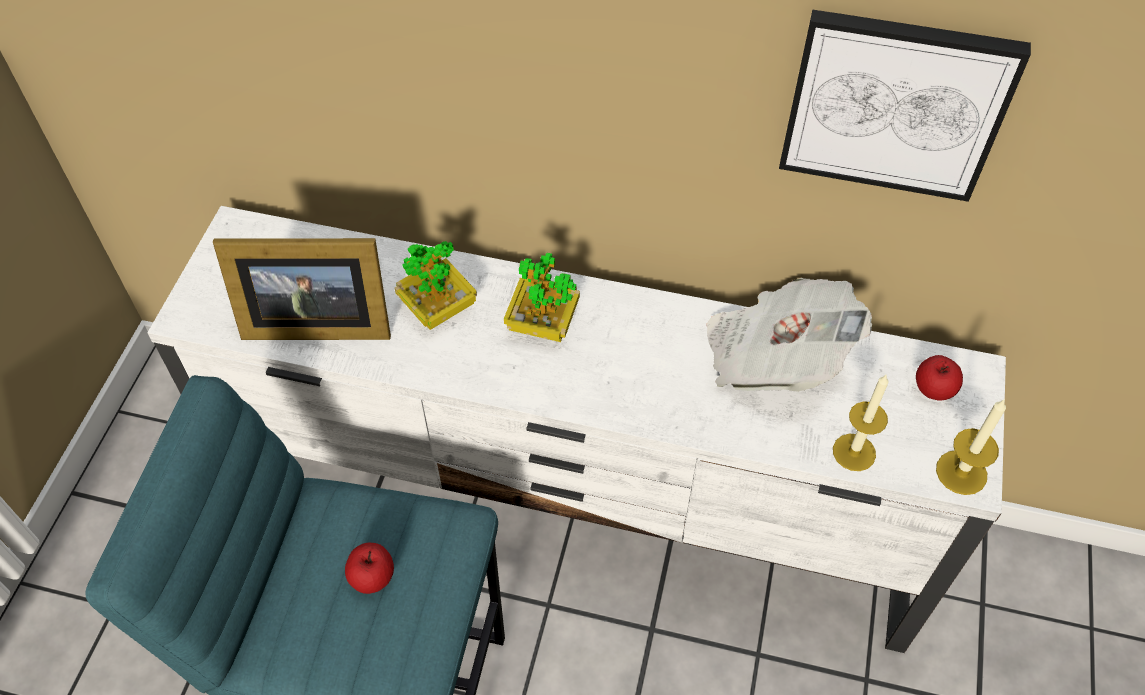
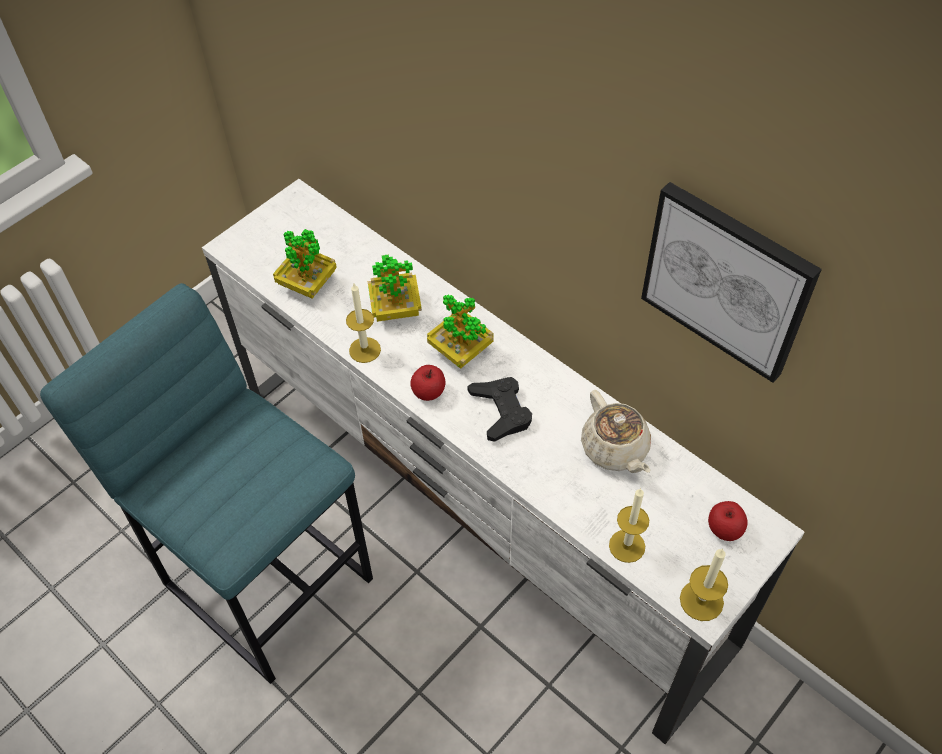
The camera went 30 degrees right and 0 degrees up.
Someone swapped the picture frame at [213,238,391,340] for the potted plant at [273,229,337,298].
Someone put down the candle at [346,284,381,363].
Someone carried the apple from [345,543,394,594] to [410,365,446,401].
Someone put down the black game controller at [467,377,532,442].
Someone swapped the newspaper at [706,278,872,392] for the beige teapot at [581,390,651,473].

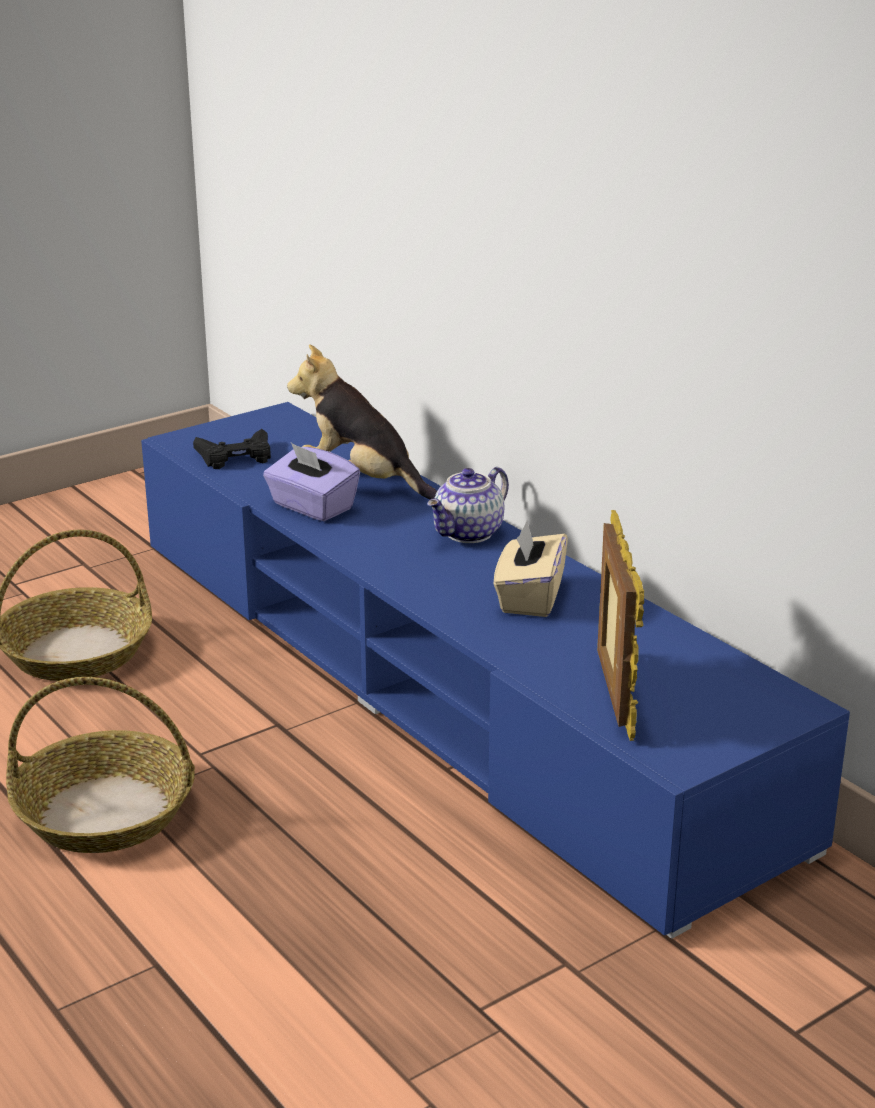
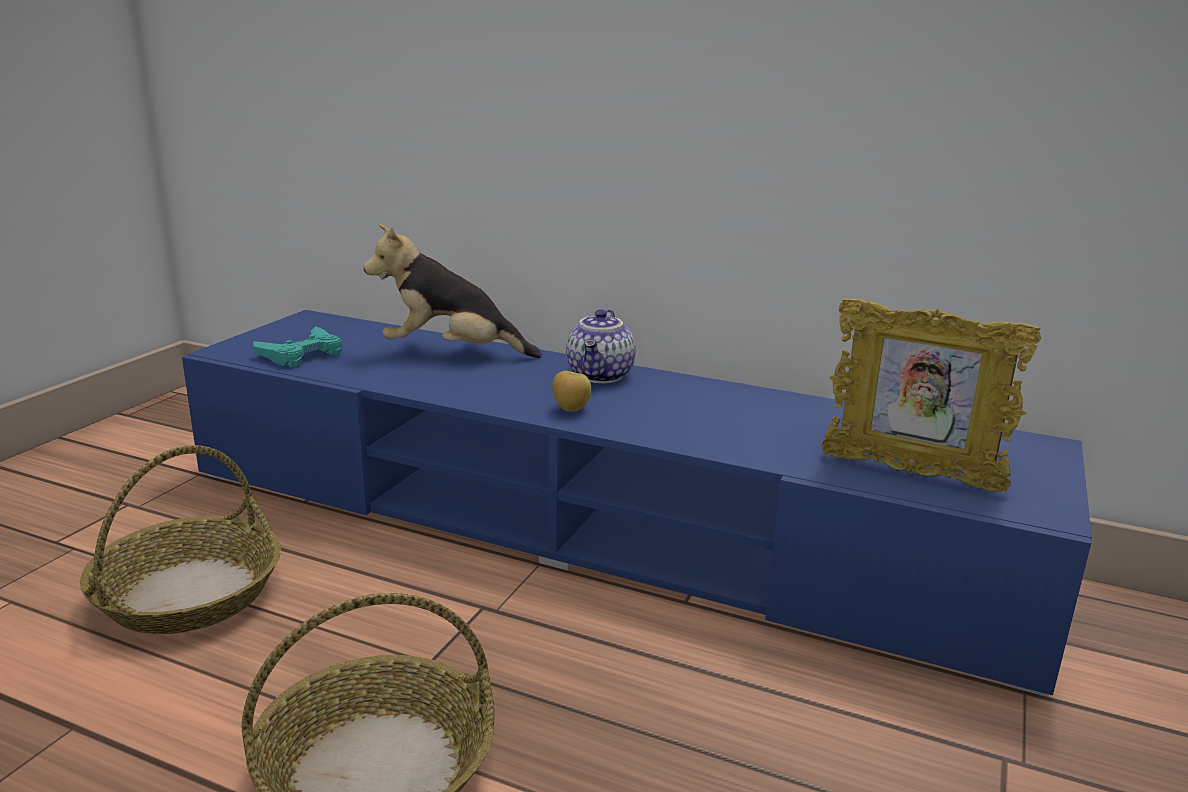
The camera went 30 degrees left and 5 degrees down.
Someone repainted the black game controller at [193,429,271,469], which became the turquoise game controller at [254,326,342,368].
Someone put down the apple at [552,371,591,412].
Someone rotated the picture frame at [597,510,644,741] by 150 degrees clockwise.
Someone took away the purple tissue box at [263,443,360,521].
Someone took away the beige tissue box at [494,521,568,617].

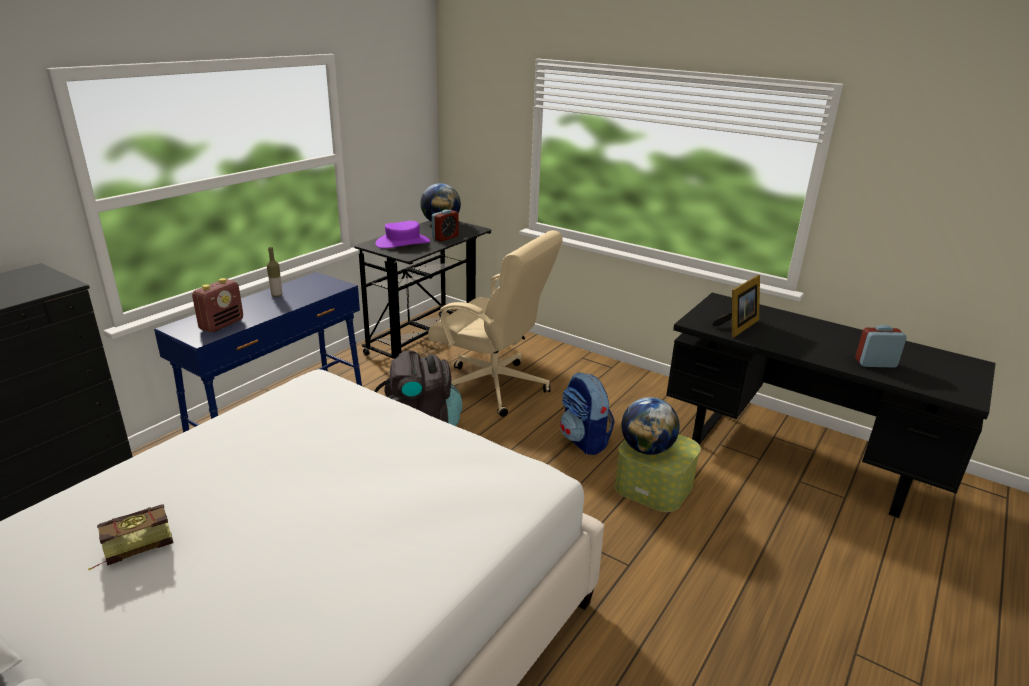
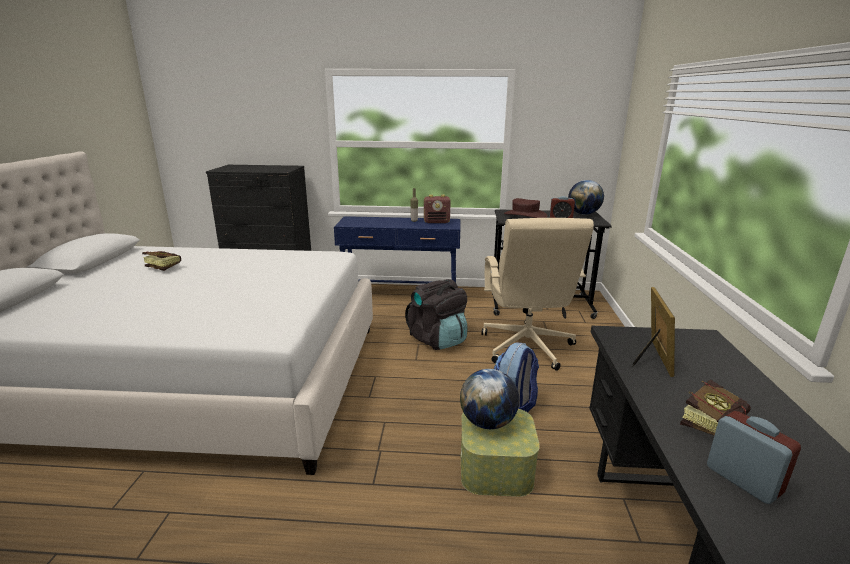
The camera went 60 degrees right and 5 degrees down.
Someone carried the radio from [192,278,243,332] to [424,195,451,223].
Someone repainted the purple hat at [375,221,430,248], which became the brown hat at [504,198,547,218].
Someone rotated the picture frame at [712,275,760,338] by 90 degrees counterclockwise.
Someone put down the book at [680,379,751,435].

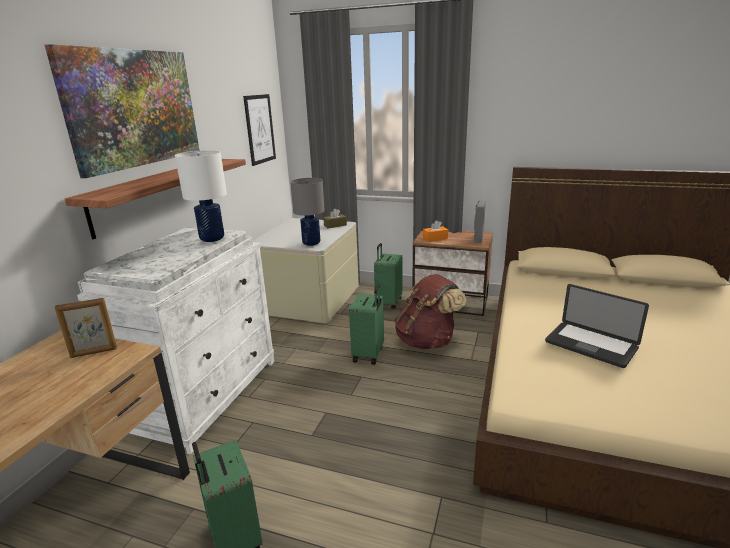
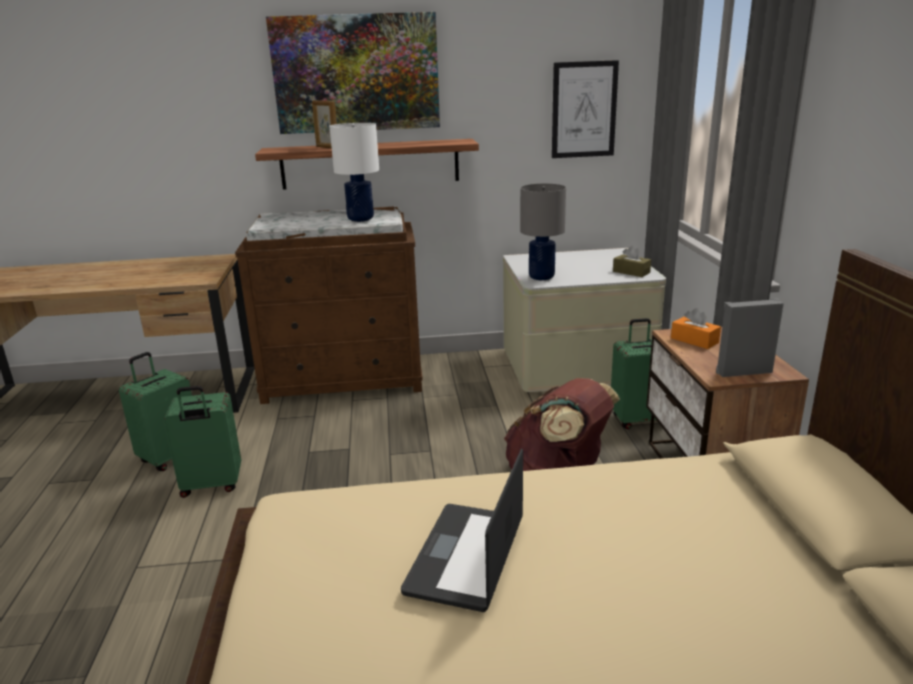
The camera went 65 degrees right and 0 degrees up.
Someone carried the green suitcase from [349,284,384,365] to [164,386,241,498].
Someone repainted the white dresser at [77,227,274,454], which became the brown dresser at [235,206,423,404].
Someone carried the picture frame from [55,298,117,358] to [312,100,337,149].

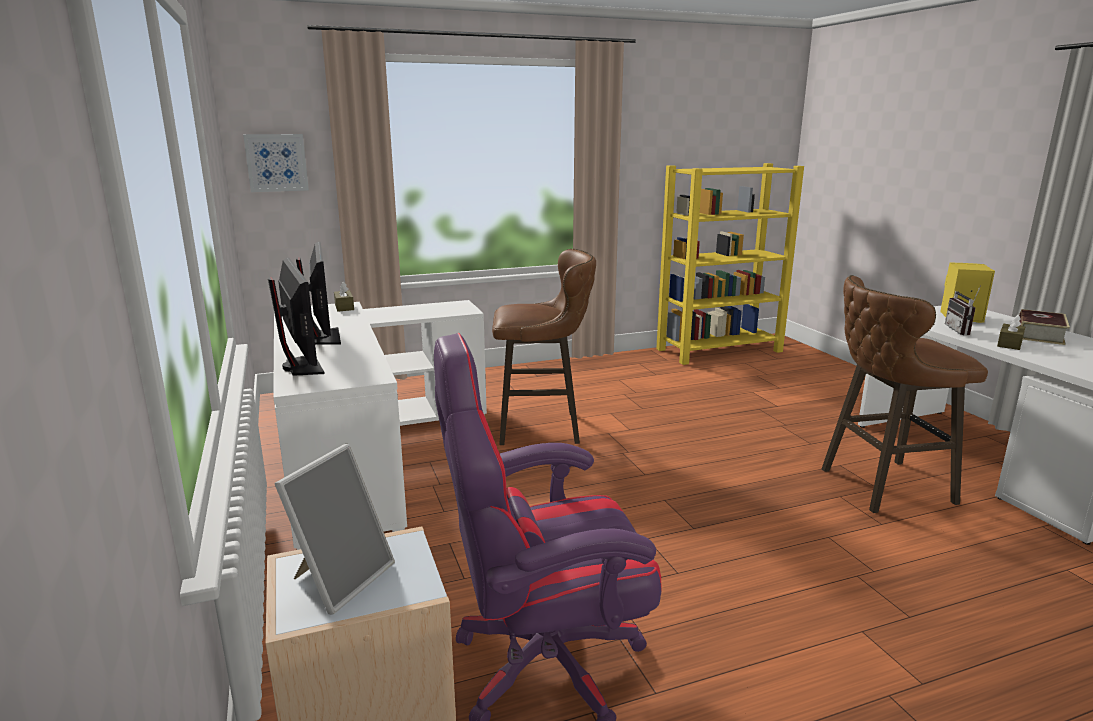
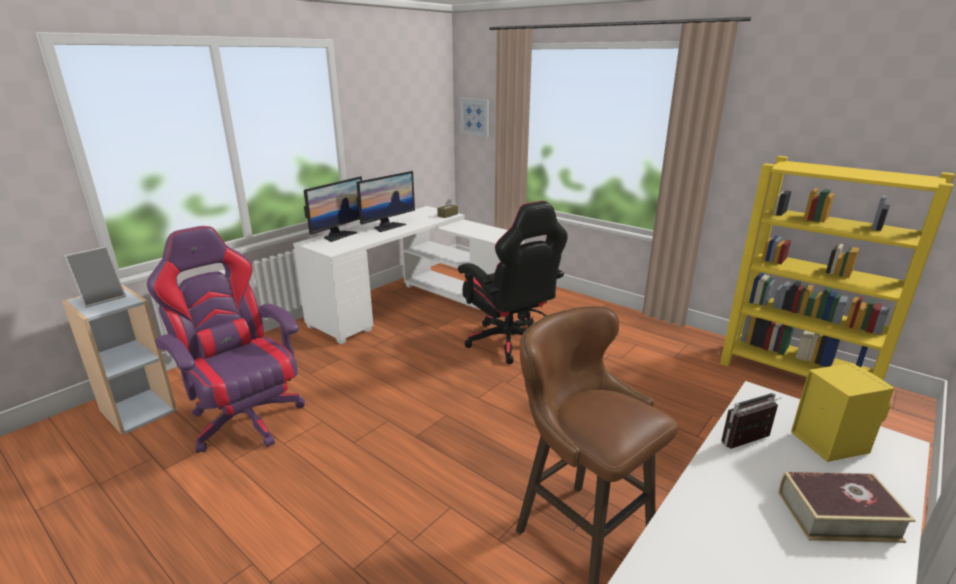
The camera went 60 degrees right and 5 degrees up.
Someone rotated the picture frame at [275,444,395,615] by 45 degrees counterclockwise.
Someone swapped the brown stool at [492,249,596,445] for the black office chair at [458,201,568,364].
Someone took away the brown tissue box at [997,315,1025,350].

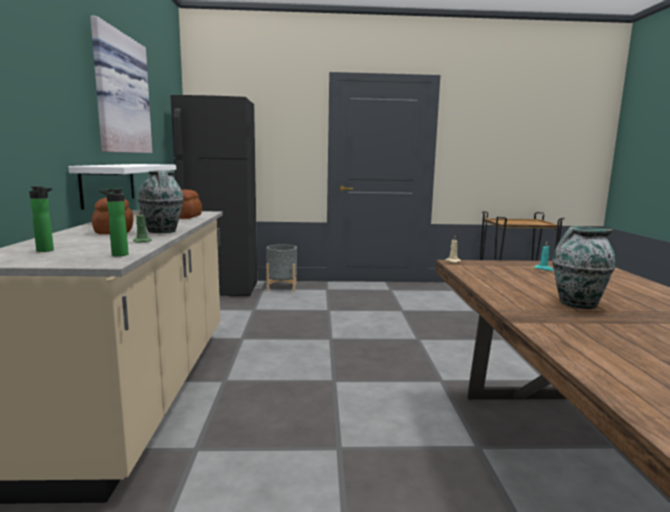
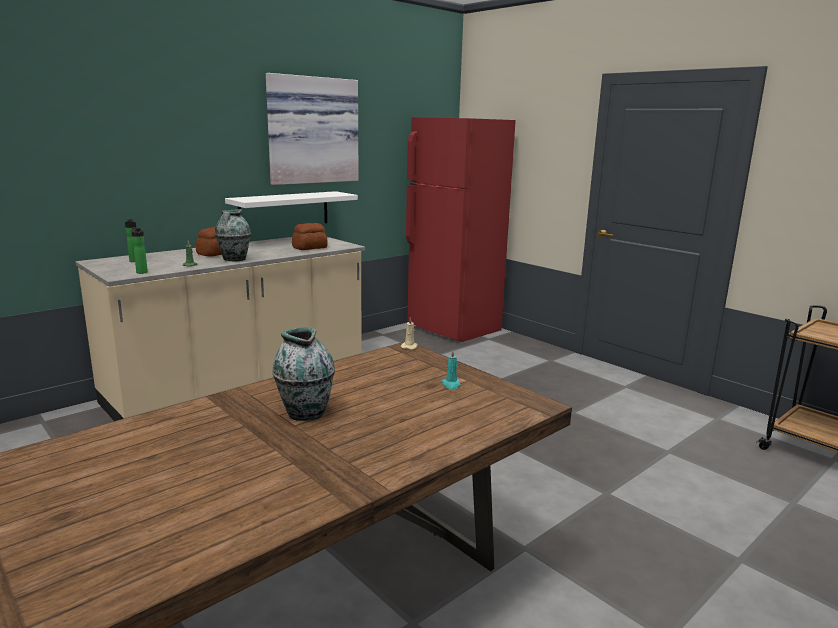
The camera went 50 degrees right and 5 degrees up.
Someone repainted the black fridge at [170,95,257,296], which became the red fridge at [406,118,516,342].
Someone took away the grey planter at [266,245,297,292].

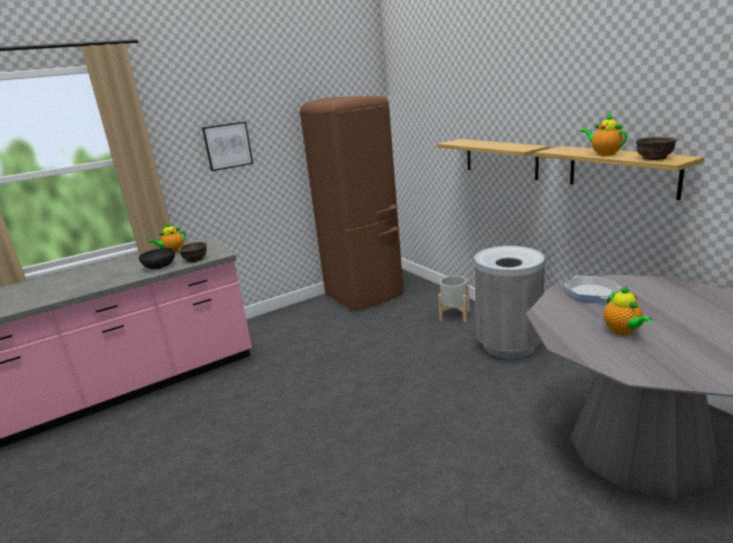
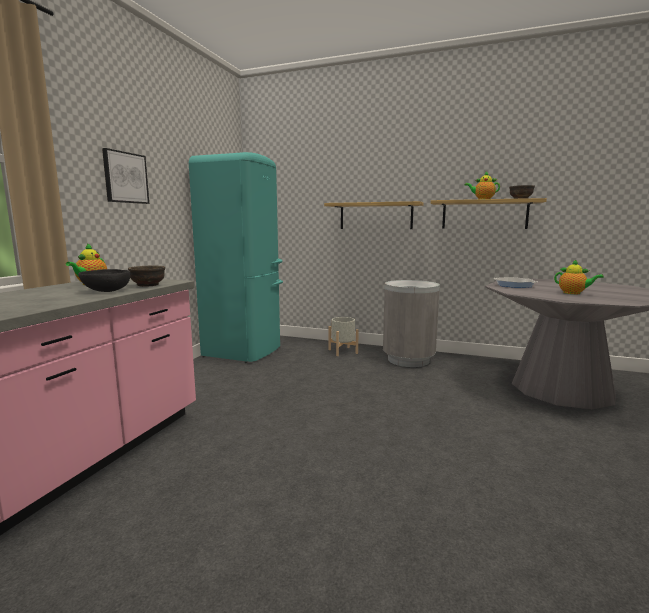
The camera went 40 degrees left and 10 degrees down.
Someone repainted the brown fridge at [300,96,404,311], which became the turquoise fridge at [189,152,283,363].

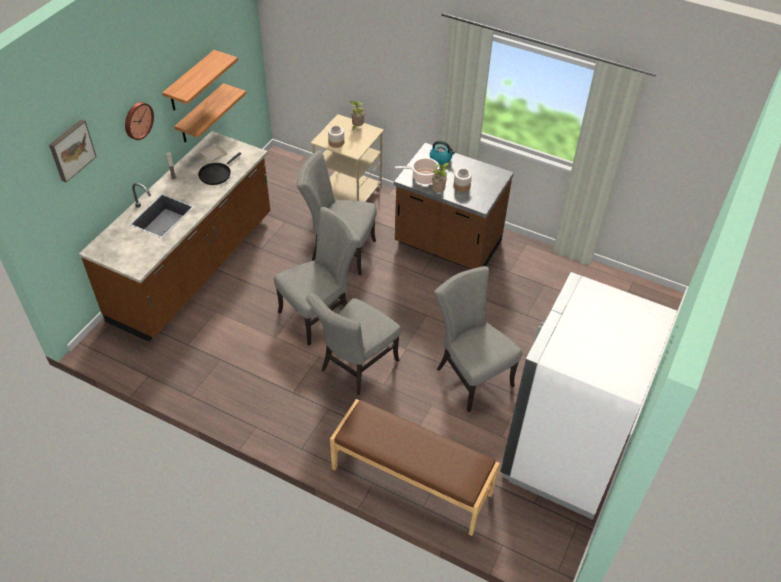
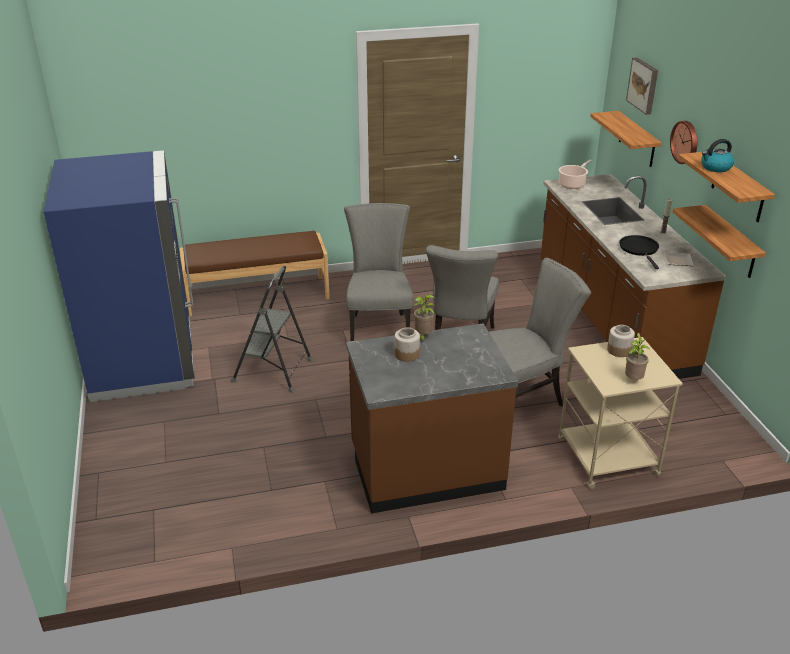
The camera went 140 degrees right and 15 degrees down.
Someone repainted the white fridge at [500,272,677,520], which became the blue fridge at [44,150,195,402].
Someone swapped the grey chair at [434,266,522,412] for the grey step ladder at [230,266,314,393].
Someone carried the cooking pot from [395,158,440,184] to [559,160,592,189].
Someone put up the shelf at [590,111,662,167].
Someone carried the kettle from [430,141,456,165] to [701,139,734,172].

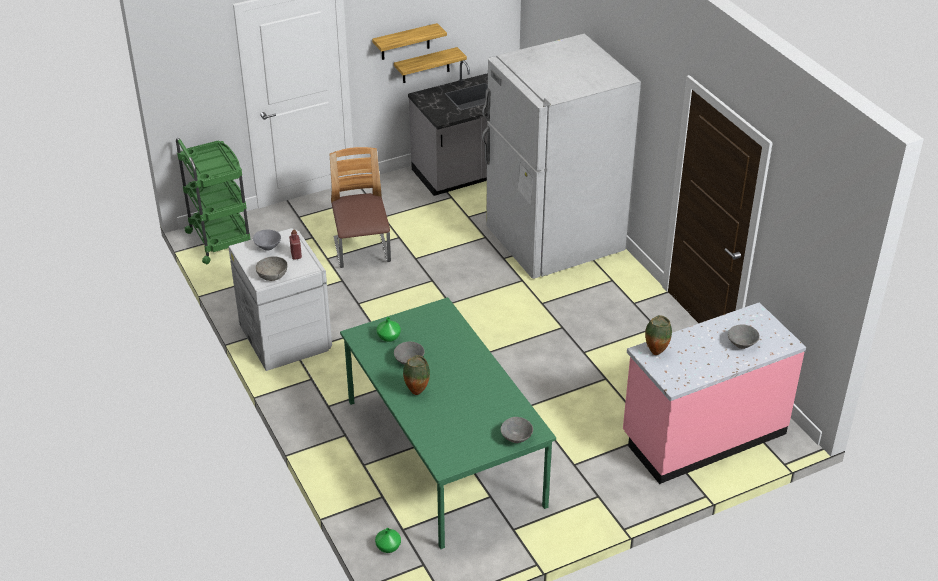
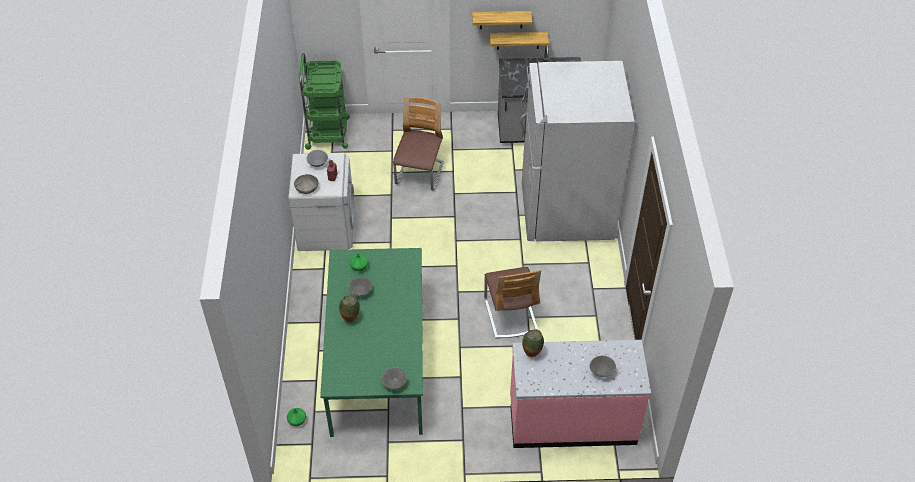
The camera went 25 degrees right and 10 degrees up.
Someone put down the chair at [484,267,541,338].

